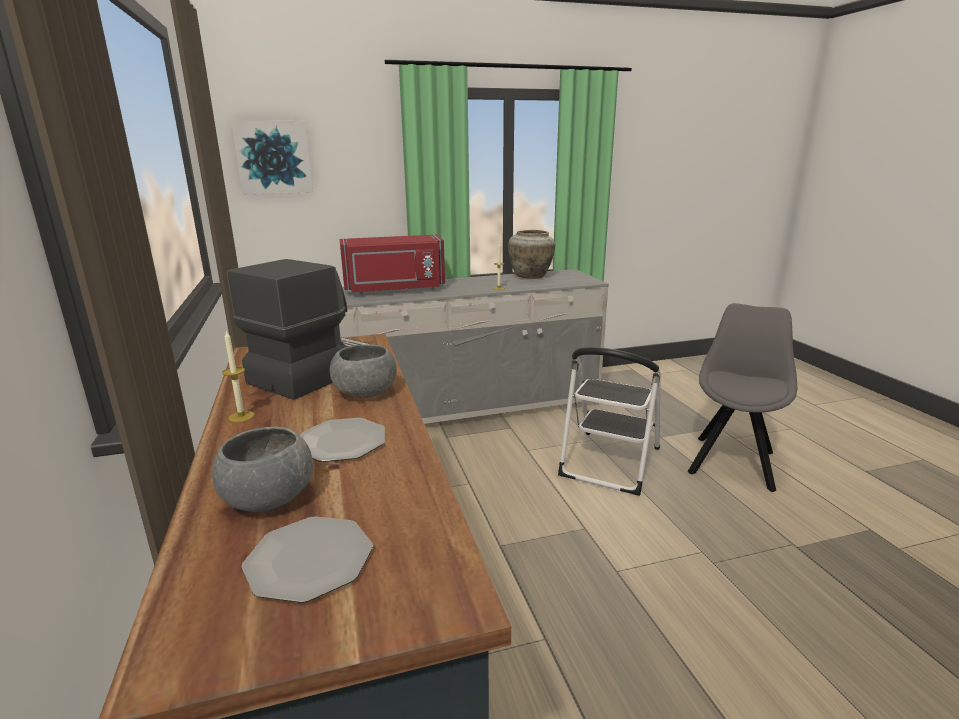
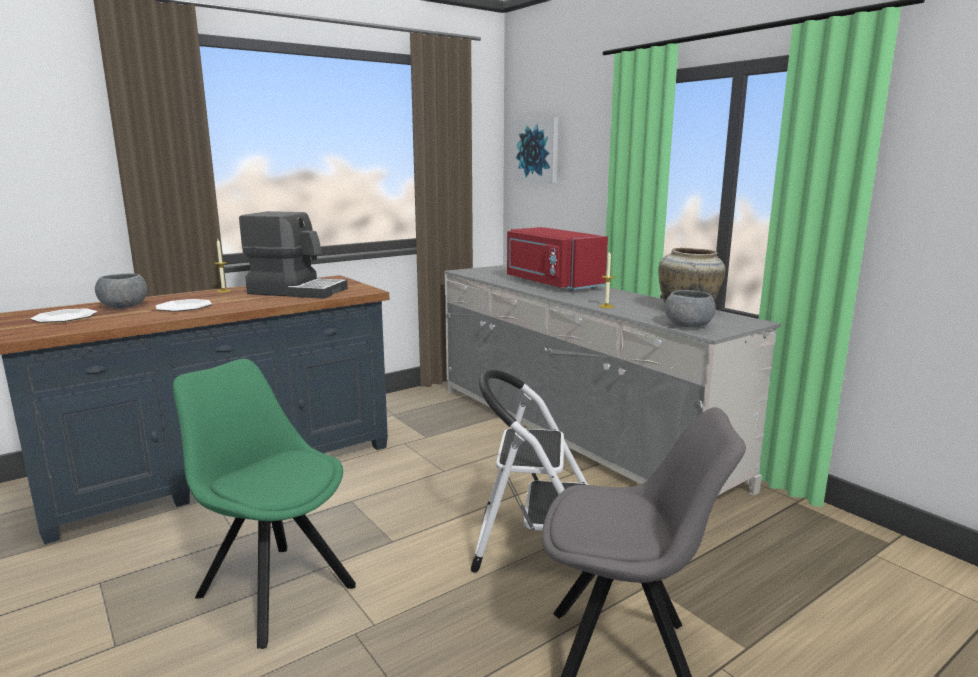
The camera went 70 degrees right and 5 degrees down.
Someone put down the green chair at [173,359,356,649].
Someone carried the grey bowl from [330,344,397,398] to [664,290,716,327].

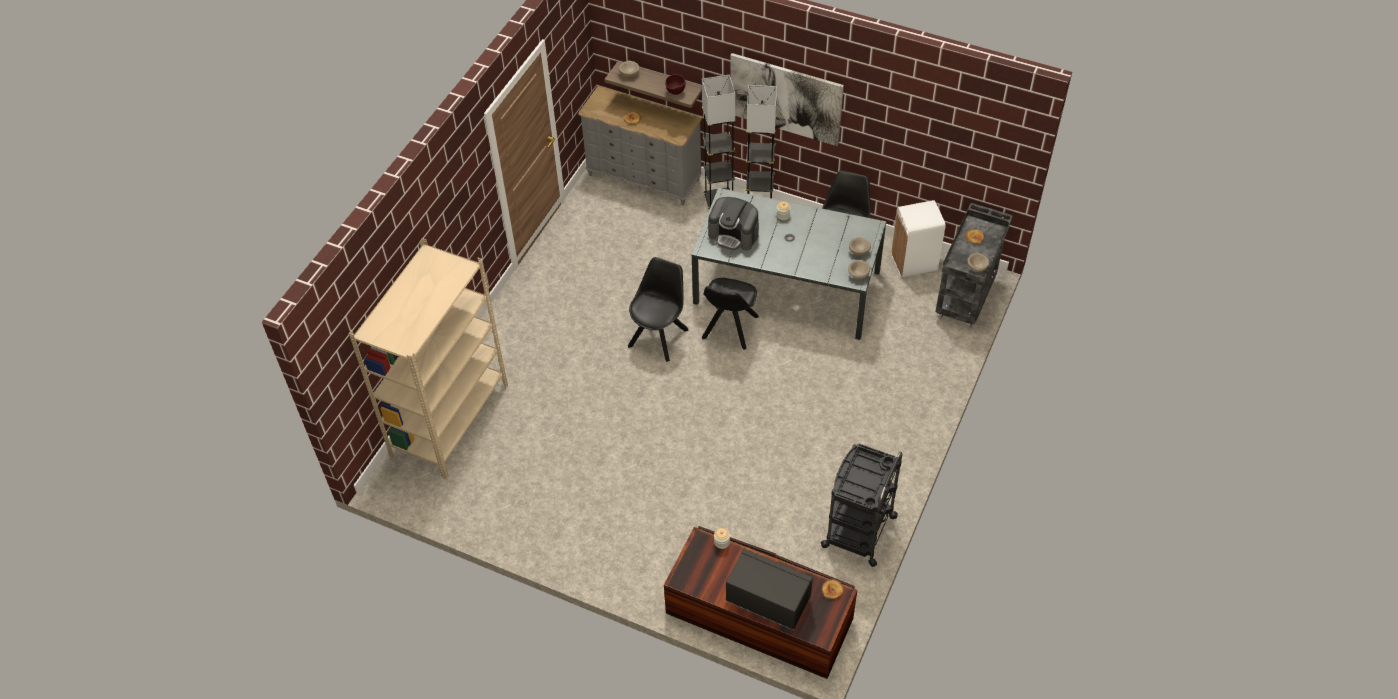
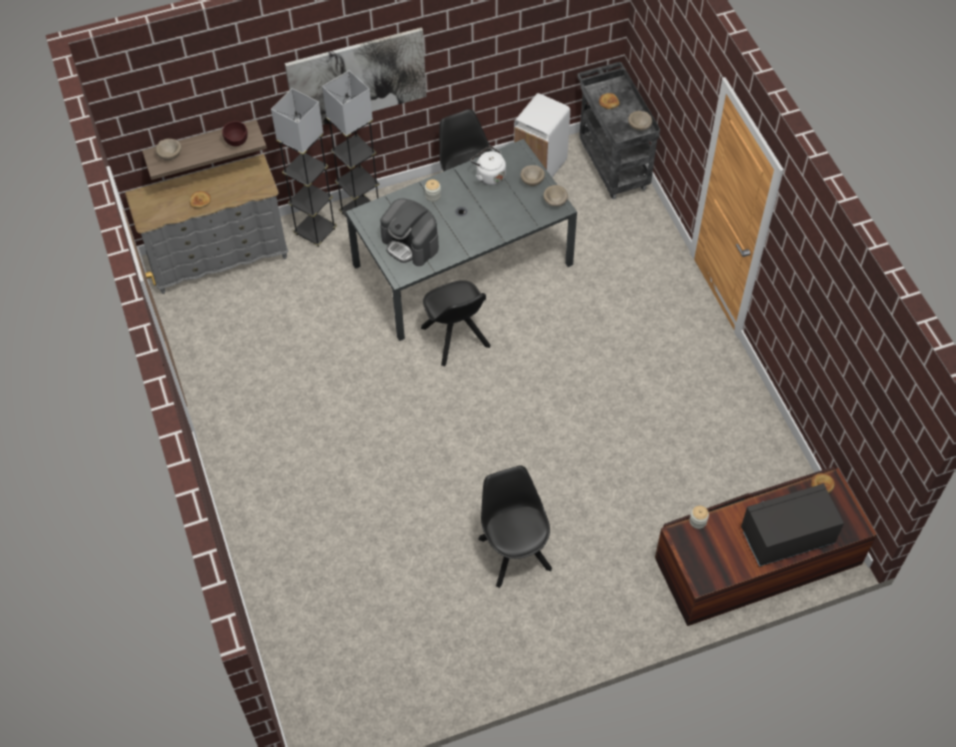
The camera went 45 degrees left and 5 degrees up.
Someone rotated the coffee machine at [708,197,759,251] by 60 degrees clockwise.
Someone put down the white kettle at [471,146,506,185].
Someone carried the black chair from [628,257,689,362] to [478,465,552,588].
Someone took away the beige bookcase at [349,238,508,479].
Someone took away the black cart at [821,444,902,567].

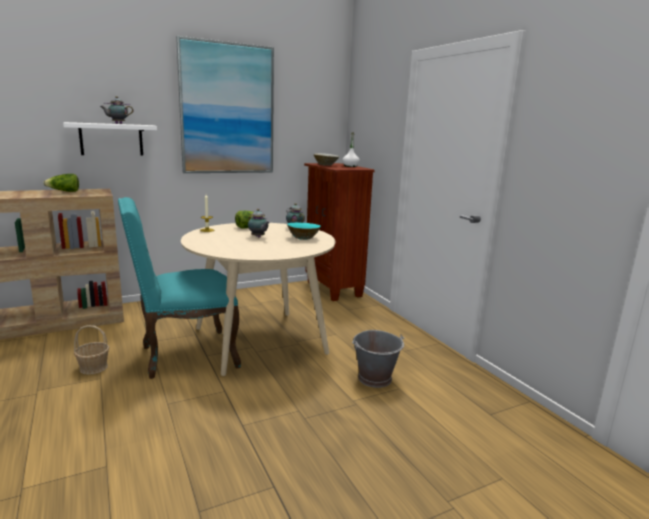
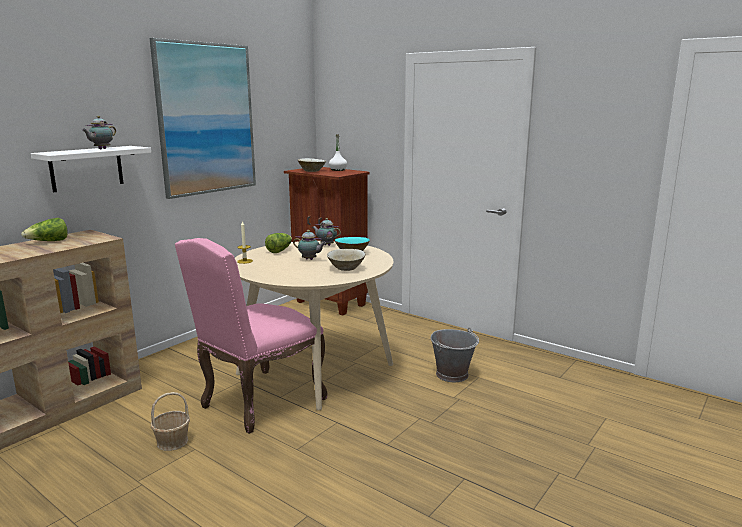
The camera went 25 degrees left and 0 degrees up.
Someone repainted the turquoise chair at [118,197,241,379], which became the pink chair at [175,238,327,434].
Someone put down the beige bowl at [327,249,366,271].

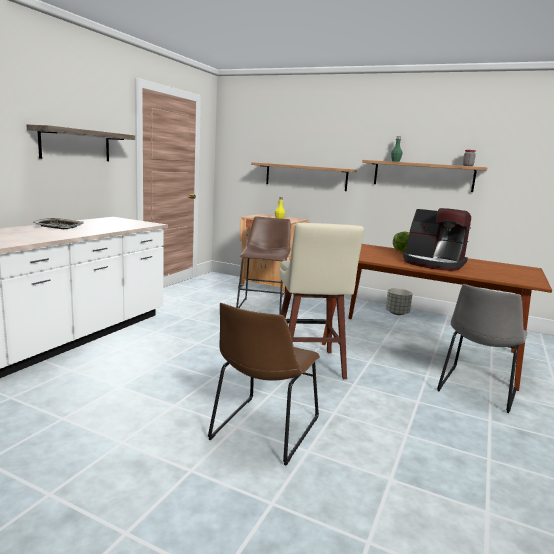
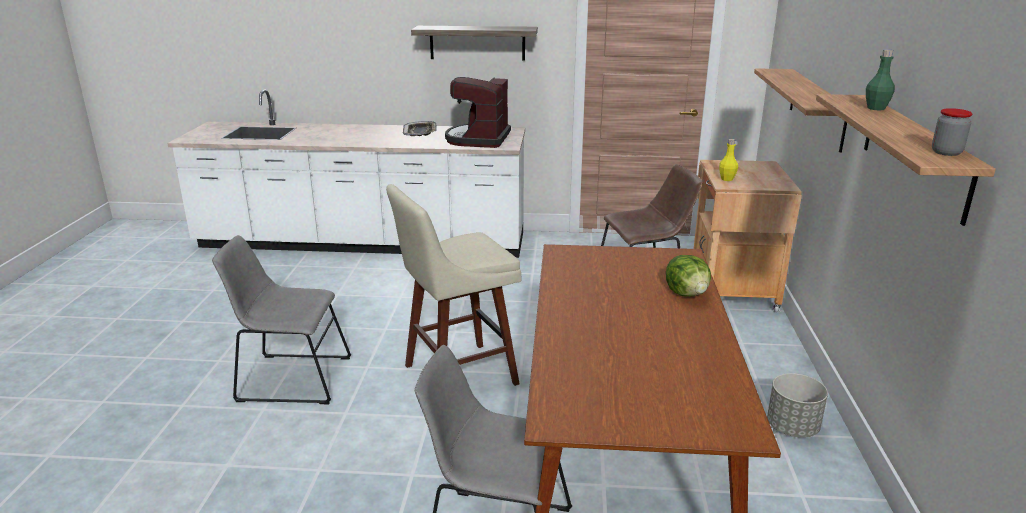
The camera went 70 degrees right and 10 degrees up.
Someone repainted the brown chair at [208,303,320,466], which became the grey chair at [212,235,351,404].
Someone carried the coffee machine from [403,208,471,271] to [445,77,511,148].

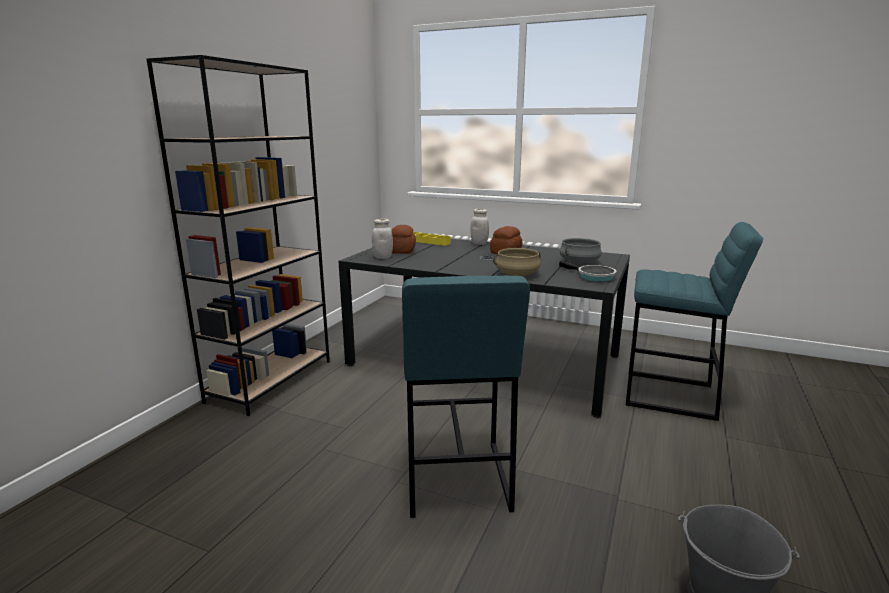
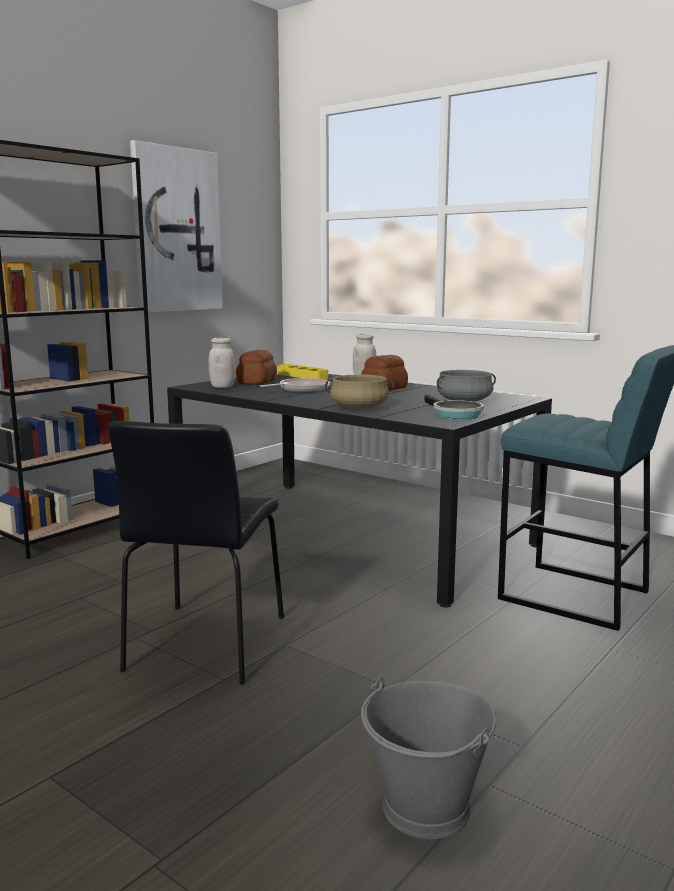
The camera went 15 degrees right and 5 degrees down.
Someone swapped the turquoise stool at [402,276,530,518] for the black chair at [109,421,284,684].
Someone put up the picture at [130,140,223,313].
Someone put down the frying pan at [260,378,330,392].

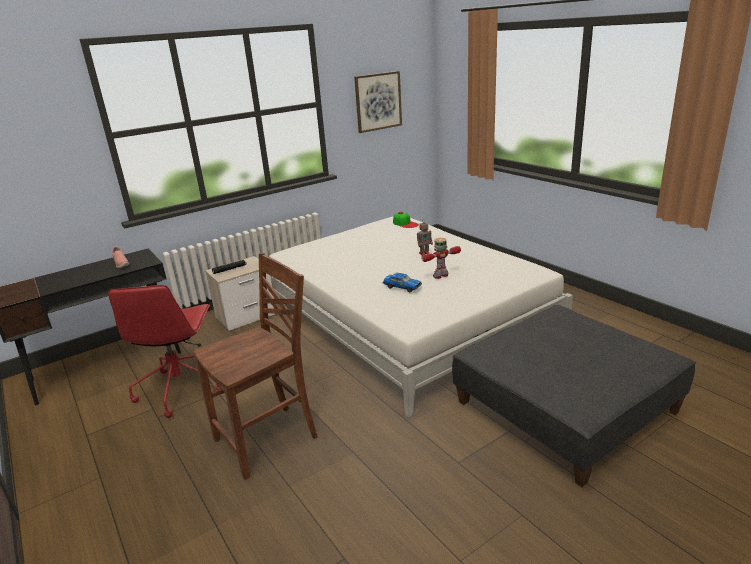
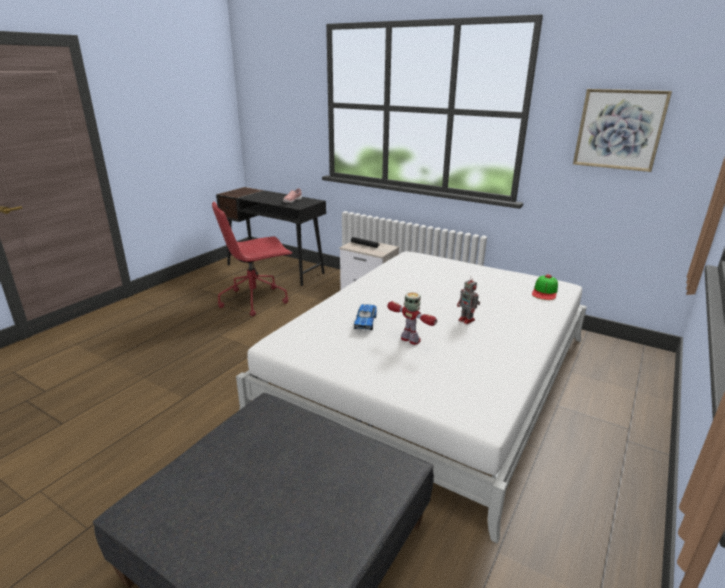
The camera went 65 degrees right and 0 degrees up.
Someone took away the brown chair at [193,253,318,480].

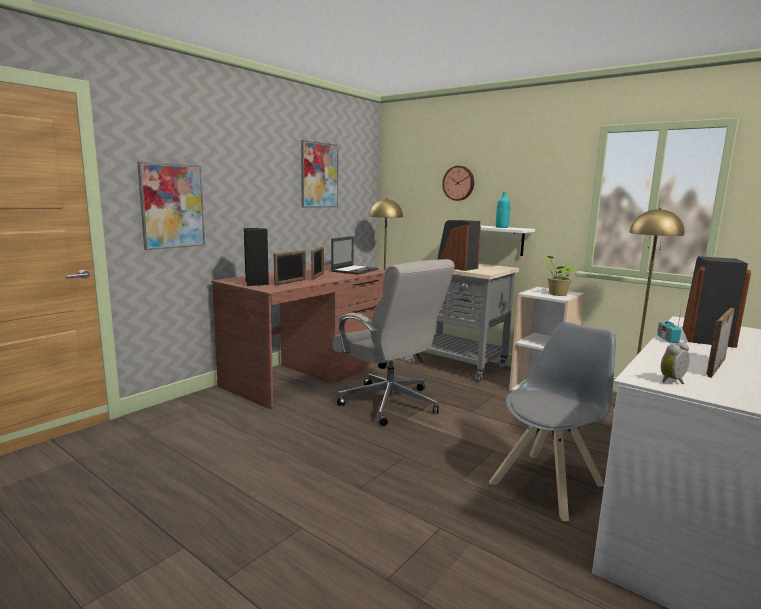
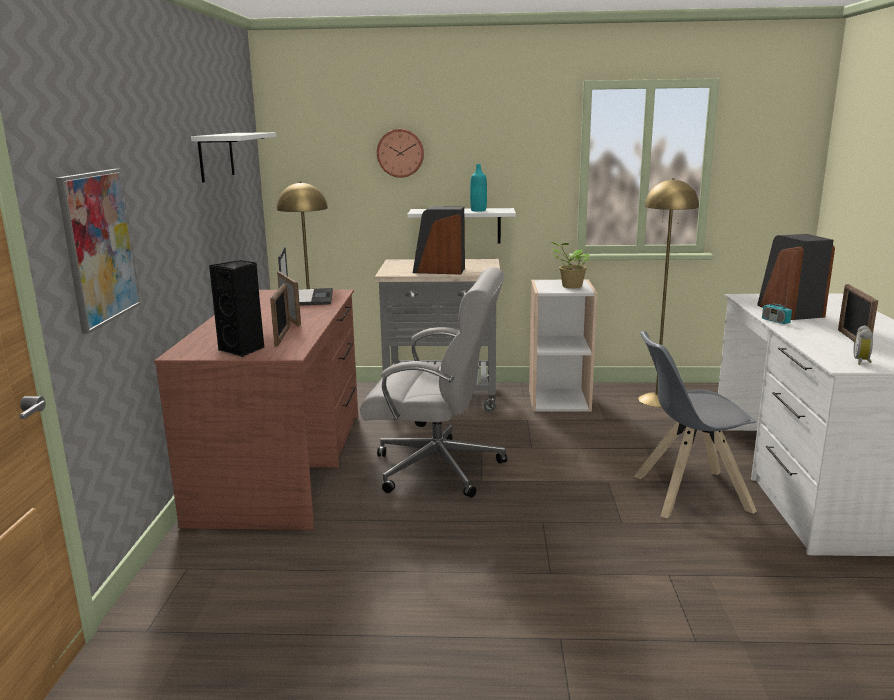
The camera went 35 degrees left and 5 degrees up.
Someone swapped the picture at [301,140,338,208] for the white shelf at [191,132,276,183].
Someone rotated the grey chair at [489,322,616,521] by 105 degrees counterclockwise.

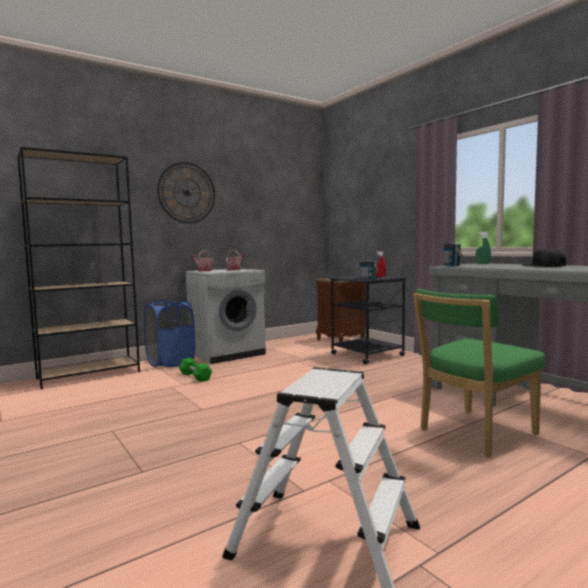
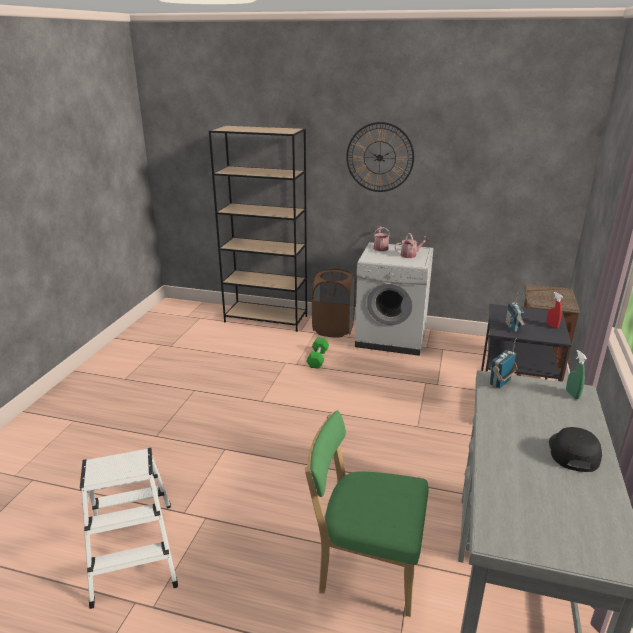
The camera went 50 degrees right and 20 degrees up.
Someone repainted the blue laundry basket at [144,300,195,367], which became the brown laundry basket at [312,268,355,338].

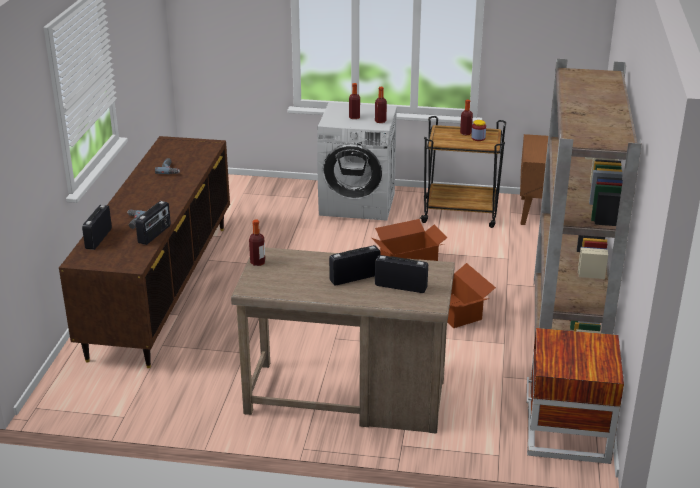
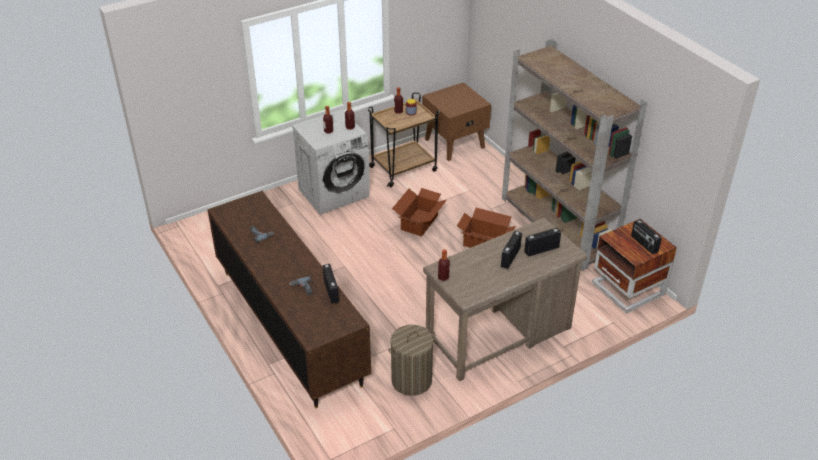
The camera went 40 degrees left and 10 degrees up.
Someone put down the laundry basket at [388,325,436,396].
Someone carried the radio from [82,205,112,250] to [631,219,662,254].

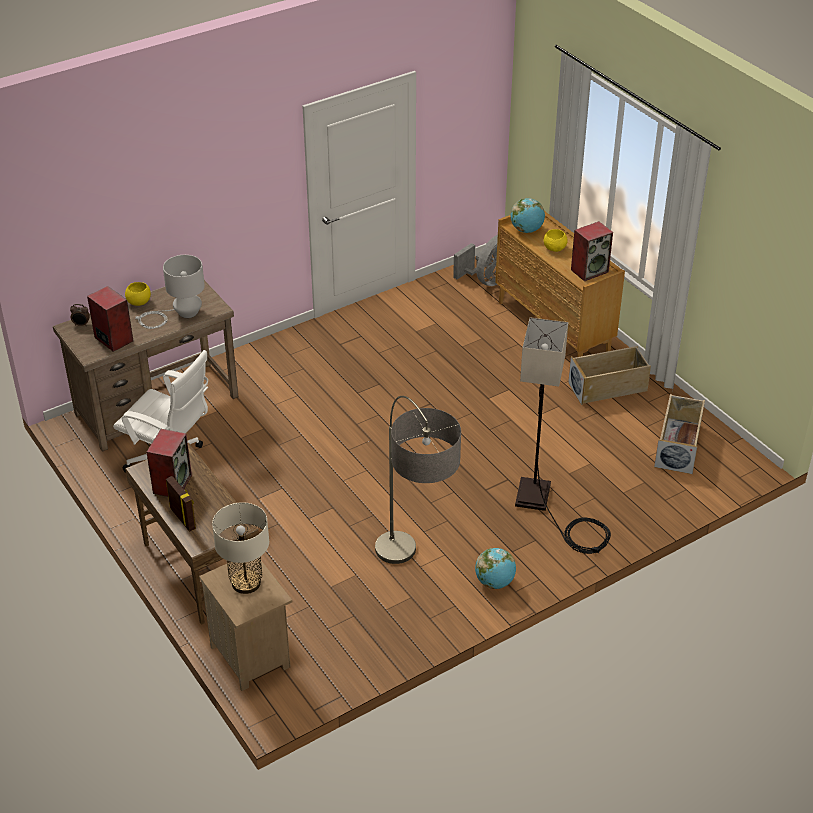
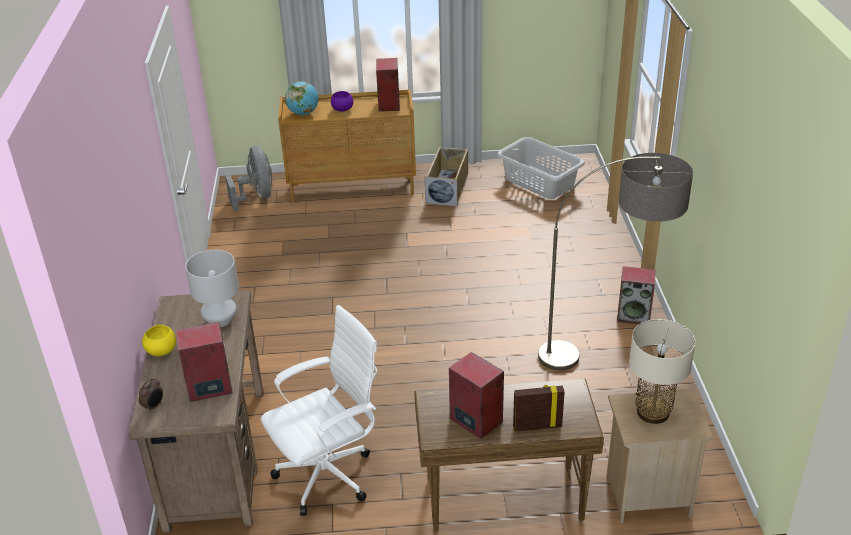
The camera went 60 degrees left and 5 degrees down.
Someone repainted the yellow bowl at [544,229,568,252], which became the purple bowl at [331,91,353,112].
Someone swapped the beige storage box at [654,394,705,474] for the grey laundry basket at [497,137,585,199].
Someone swapped the globe at [475,548,516,589] for the speaker at [617,266,656,324].
Someone took away the floor lamp at [515,317,611,554].

